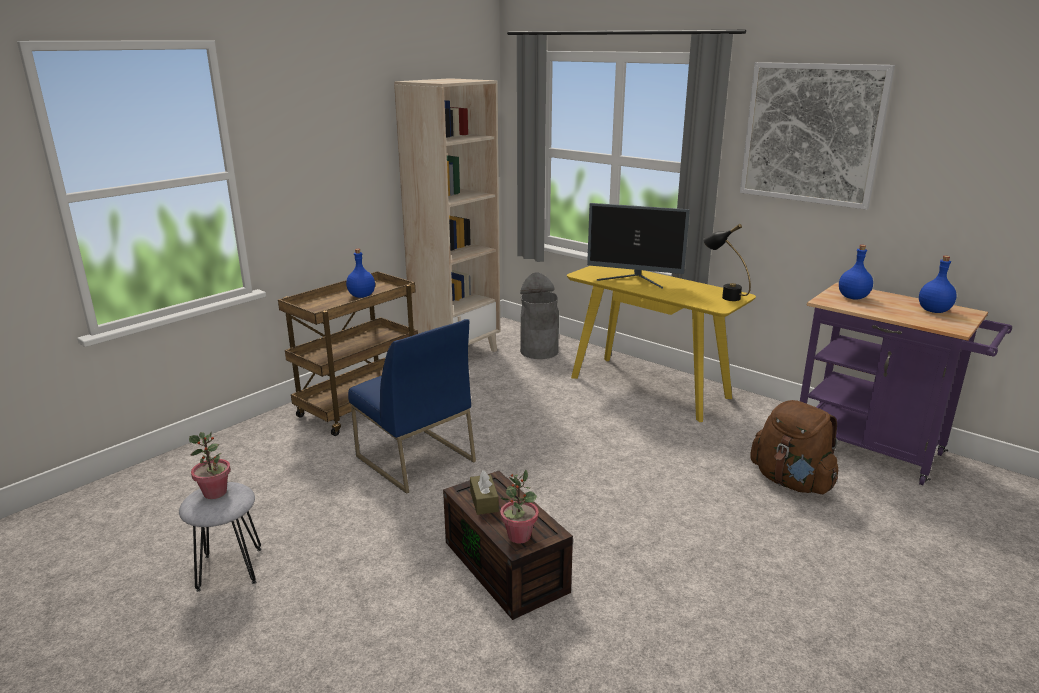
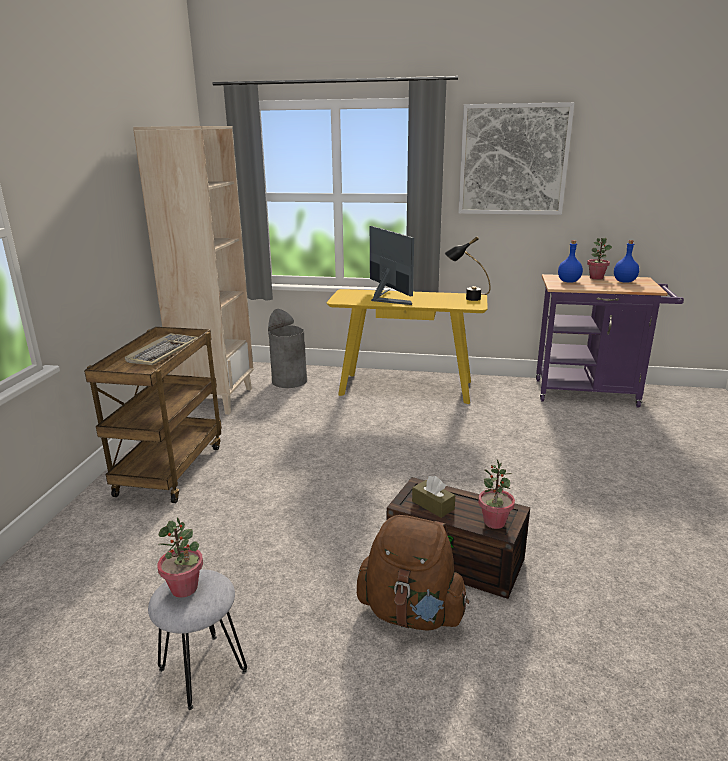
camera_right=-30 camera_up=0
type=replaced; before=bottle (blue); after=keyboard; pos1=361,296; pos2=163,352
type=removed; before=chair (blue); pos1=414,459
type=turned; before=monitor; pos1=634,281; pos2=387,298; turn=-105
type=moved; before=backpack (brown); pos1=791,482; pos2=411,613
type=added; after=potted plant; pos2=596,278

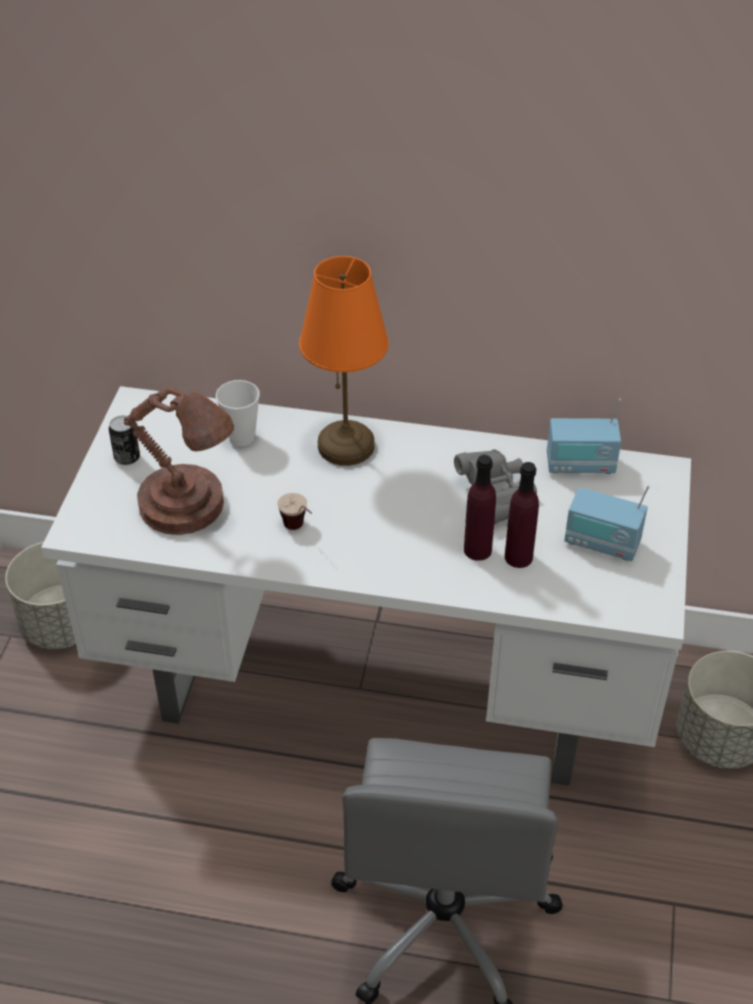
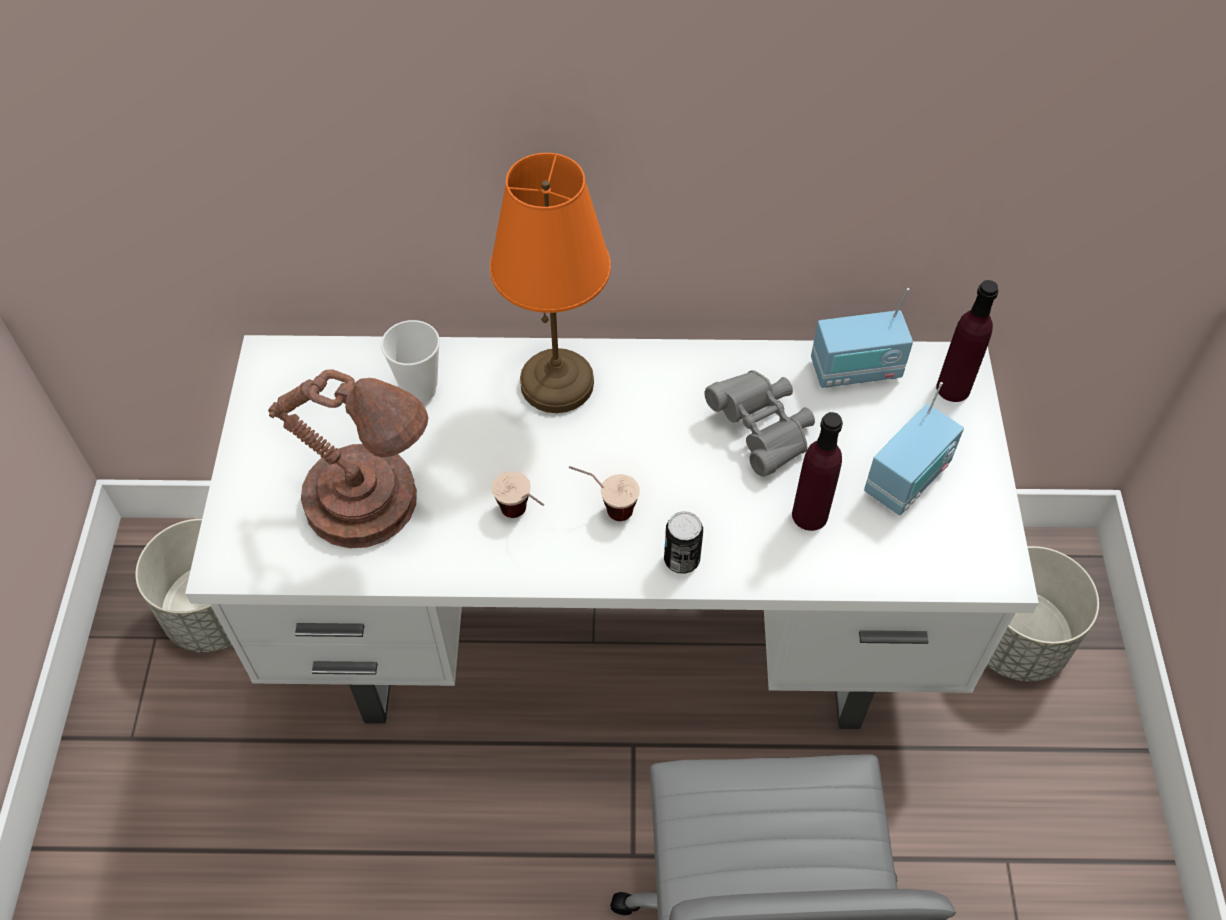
camera_right=-10 camera_up=10
type=moved; before=can; pos1=127,458; pos2=681,560
type=moved; before=bottle (purple); pos1=477,550; pos2=953,388
type=turned; before=radio; pos1=602,543; pos2=907,479; turn=-60
type=added; after=cup; pos2=604,508

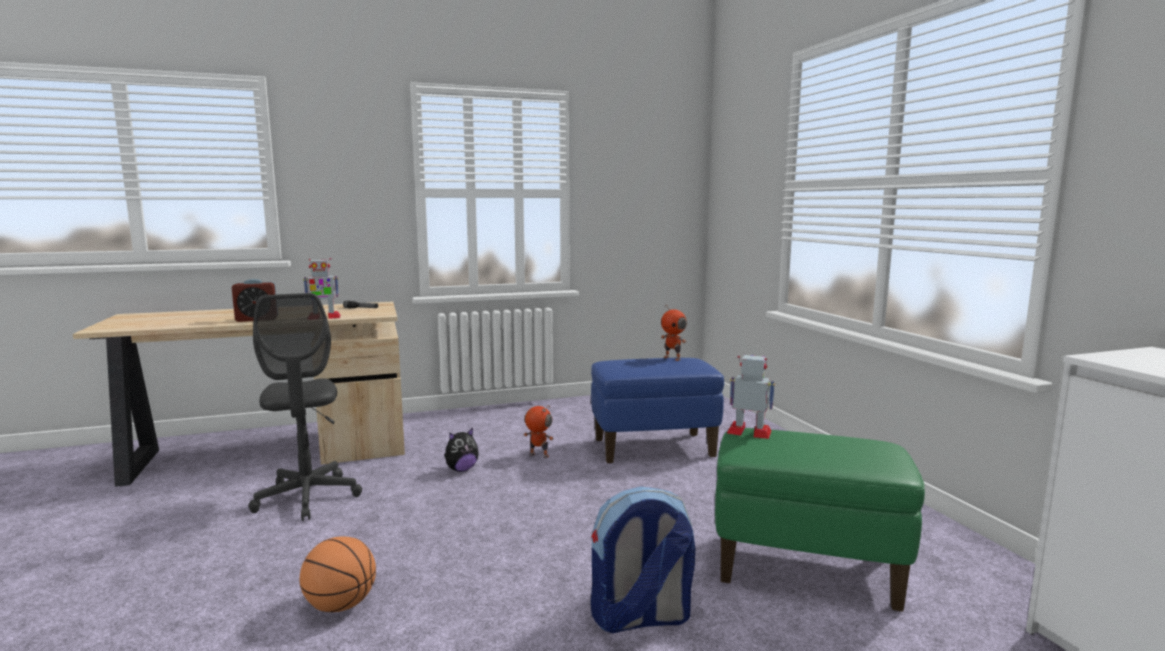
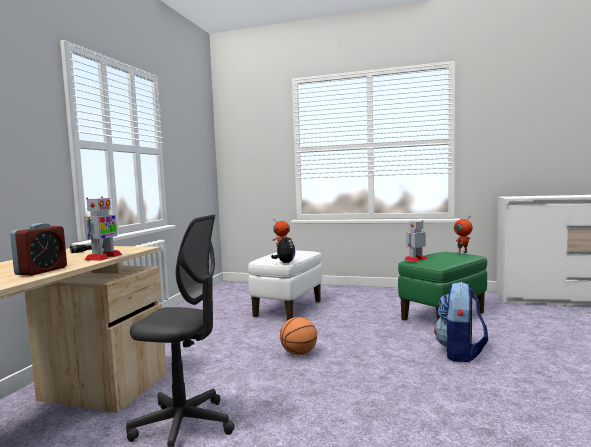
camera_right=-55 camera_up=-5
type=moved; before=basketball; pos1=341,605; pos2=299,353
type=moved; before=plush toy; pos1=461,469; pos2=285,262
type=moved; before=toy robot; pos1=538,456; pos2=463,253
type=recoloured; before=ottoman (blue); after=ottoman (white); pos1=654,448; pos2=288,309

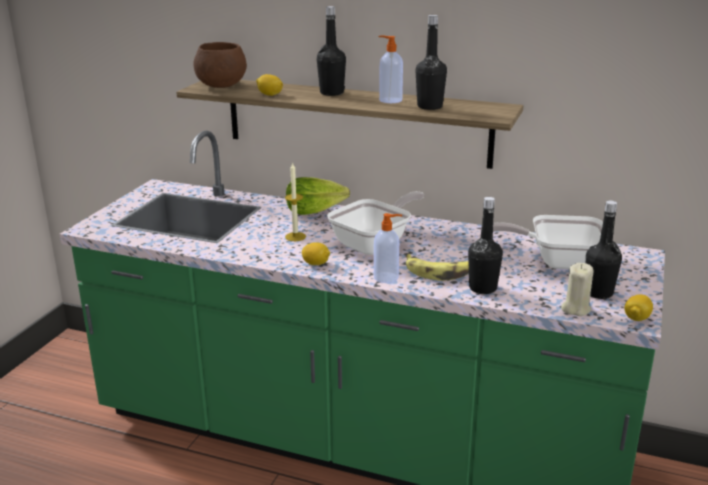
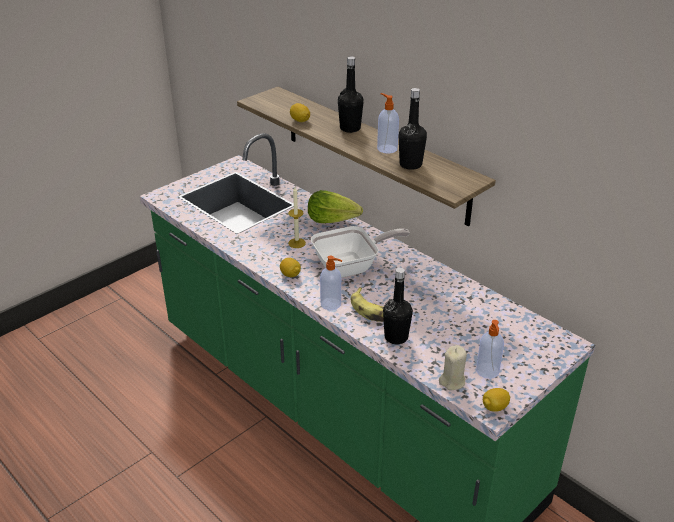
camera_right=25 camera_up=10
type=removed; before=bowl (brown); pos1=221,86
type=removed; before=frying pan; pos1=556,261
type=replaced; before=bottle (black); after=soap dispenser; pos1=598,293; pos2=487,371

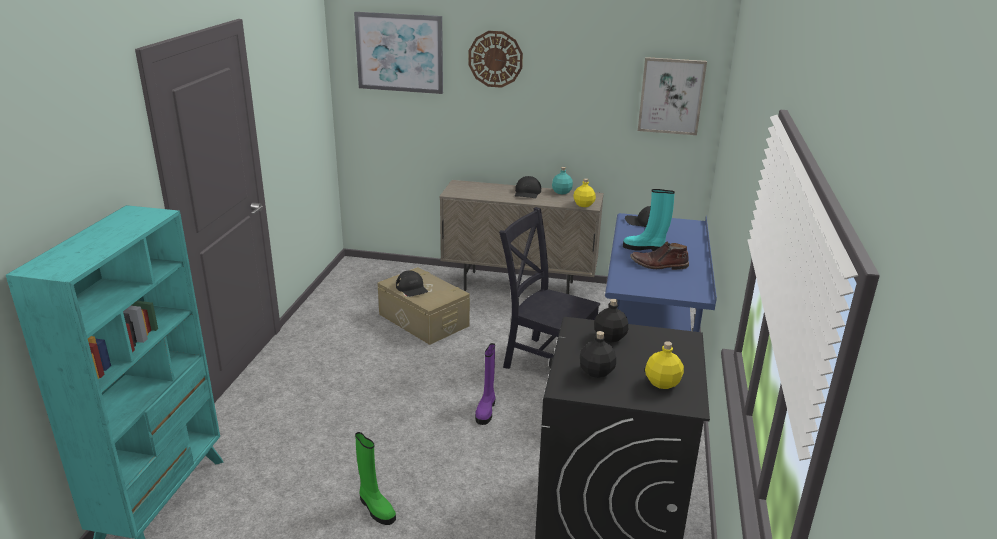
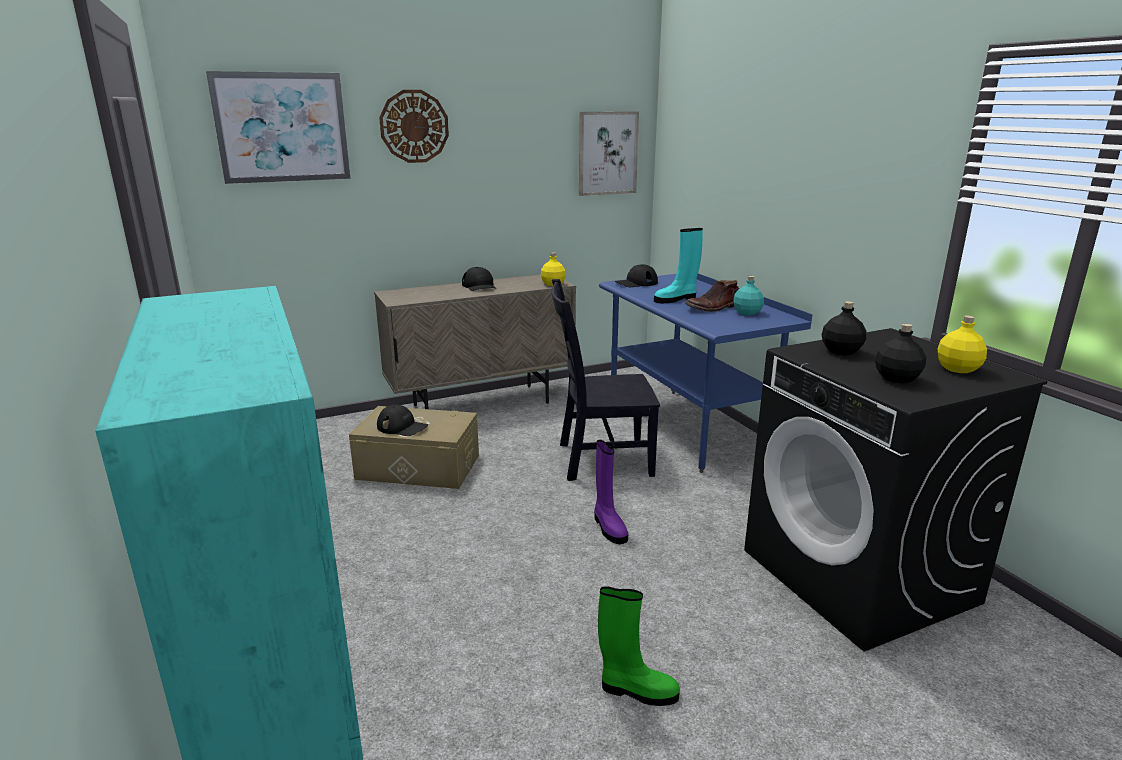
camera_right=-35 camera_up=-5
type=moved; before=bottle (turquoise); pos1=561,192; pos2=747,313

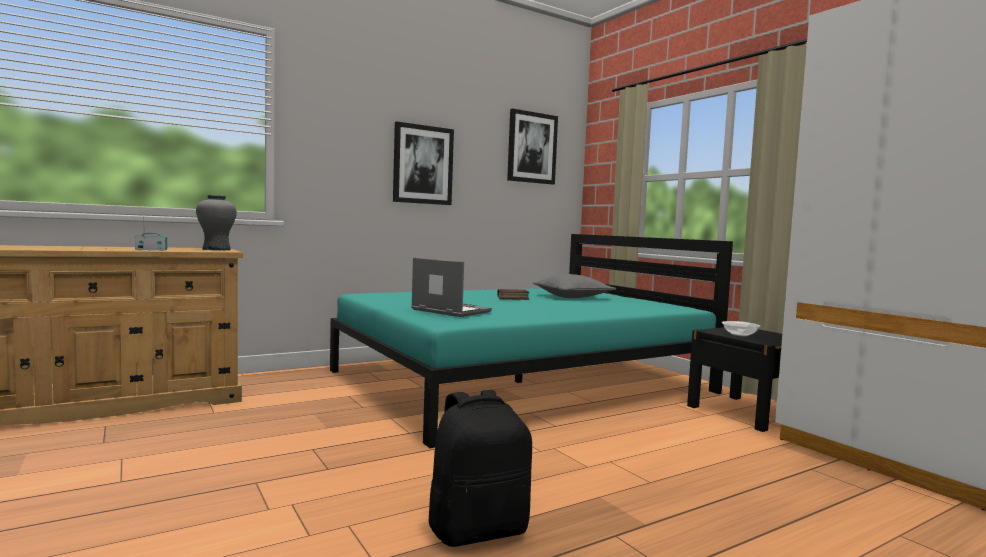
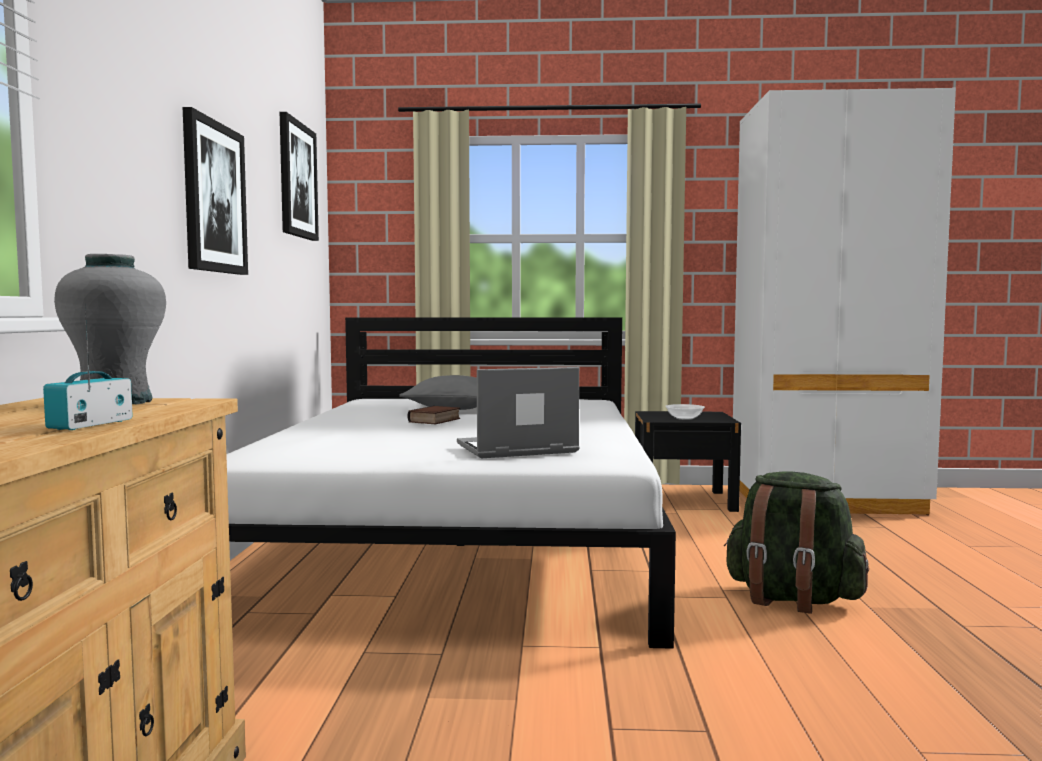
camera_right=-55 camera_up=0
type=recoloured; before=bed (turquoise); after=bed (white); pos1=522,382; pos2=463,543
type=removed; before=backpack (black); pos1=478,530
type=added; after=backpack (green); pos2=791,599

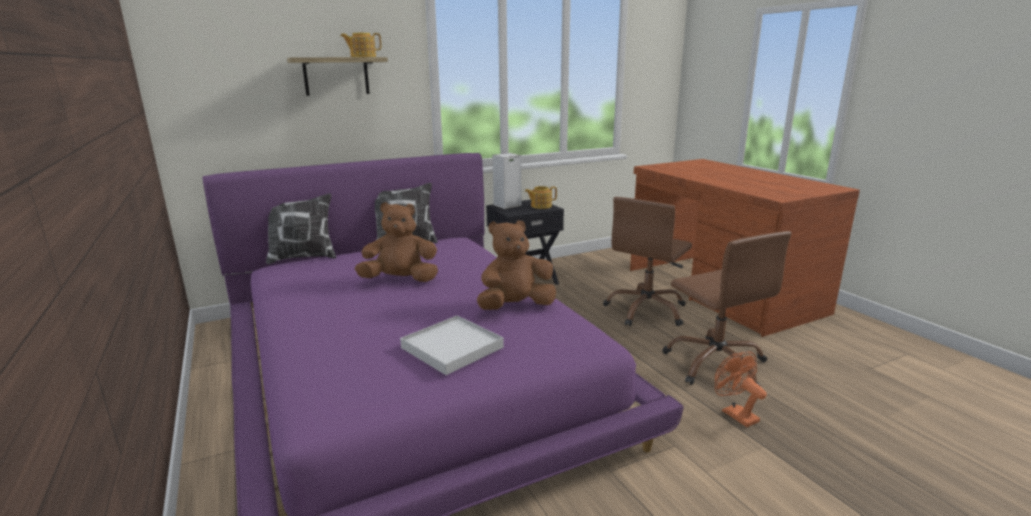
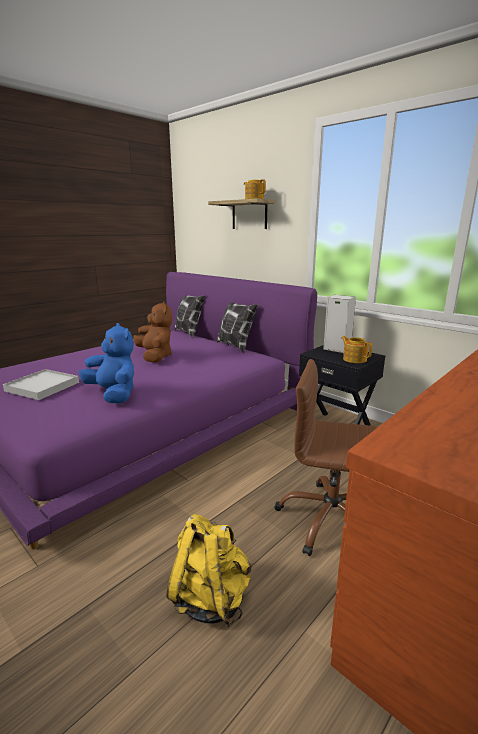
camera_right=70 camera_up=0
type=recoloured; before=plush toy (brown); after=plush toy (blue); pos1=515,306; pos2=114,394
type=replaced; before=office chair (brown); after=backpack (yellow); pos1=716,364; pos2=210,598
type=removed; before=fan (orange); pos1=735,414

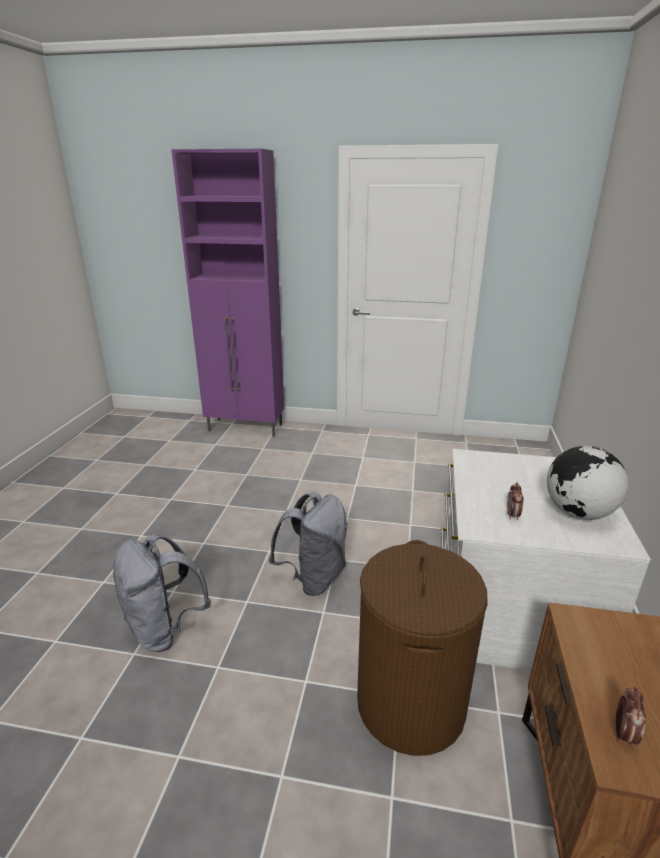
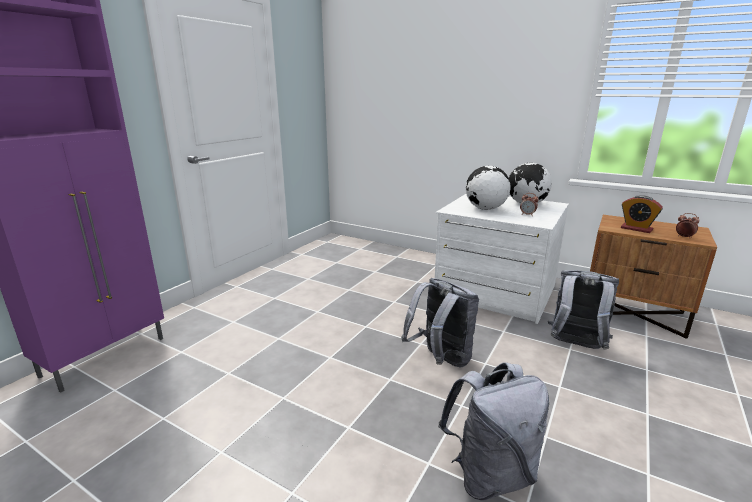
camera_right=-70 camera_up=-5
type=replaced; before=laundry basket (brown); after=backpack (grey); pos1=410,703; pos2=575,346
type=added; after=globe; pos2=485,209
type=added; after=alarm clock; pos2=636,229

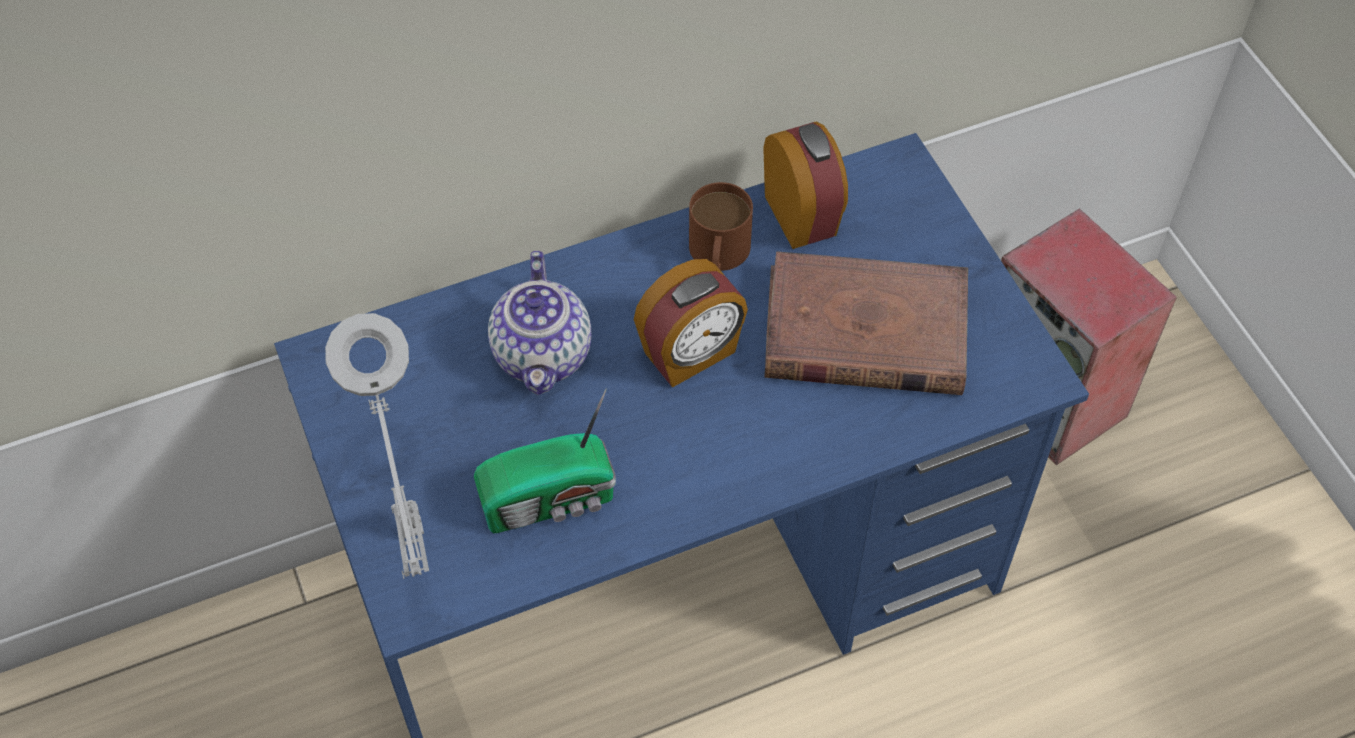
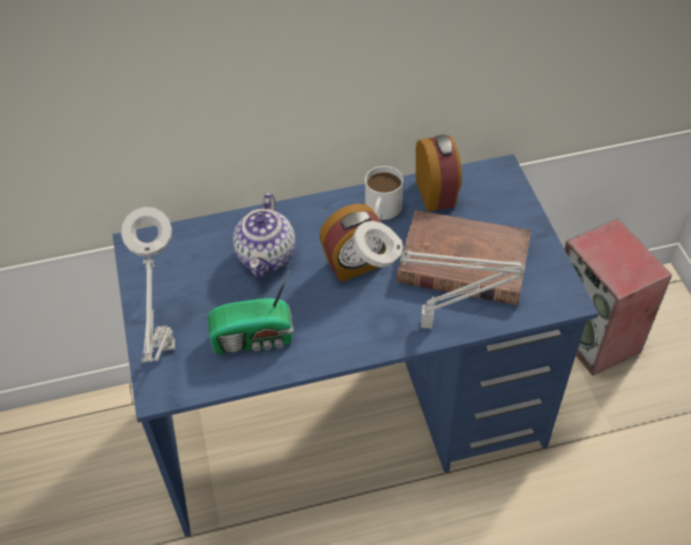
camera_right=10 camera_up=-5
type=recoloured; before=mug (brown); after=mug (white); pos1=718,256; pos2=381,211
type=added; after=table lamp (grey); pos2=432,324

